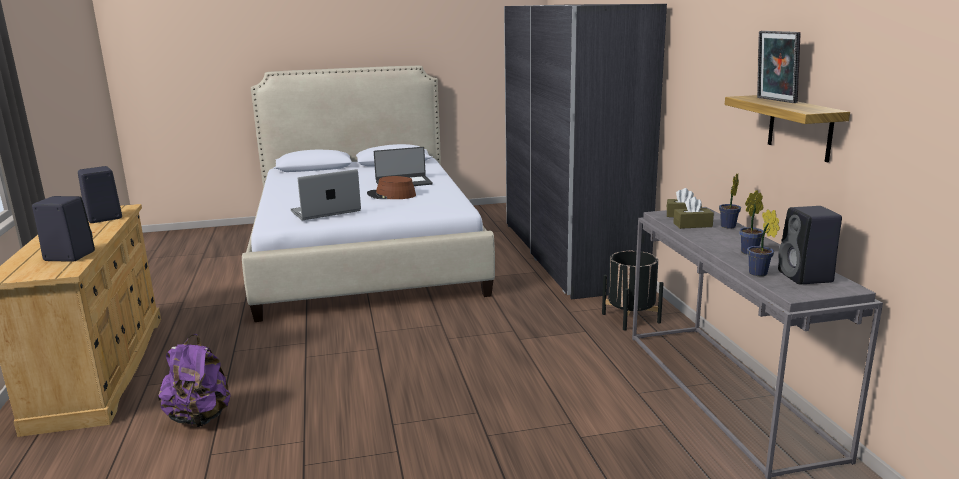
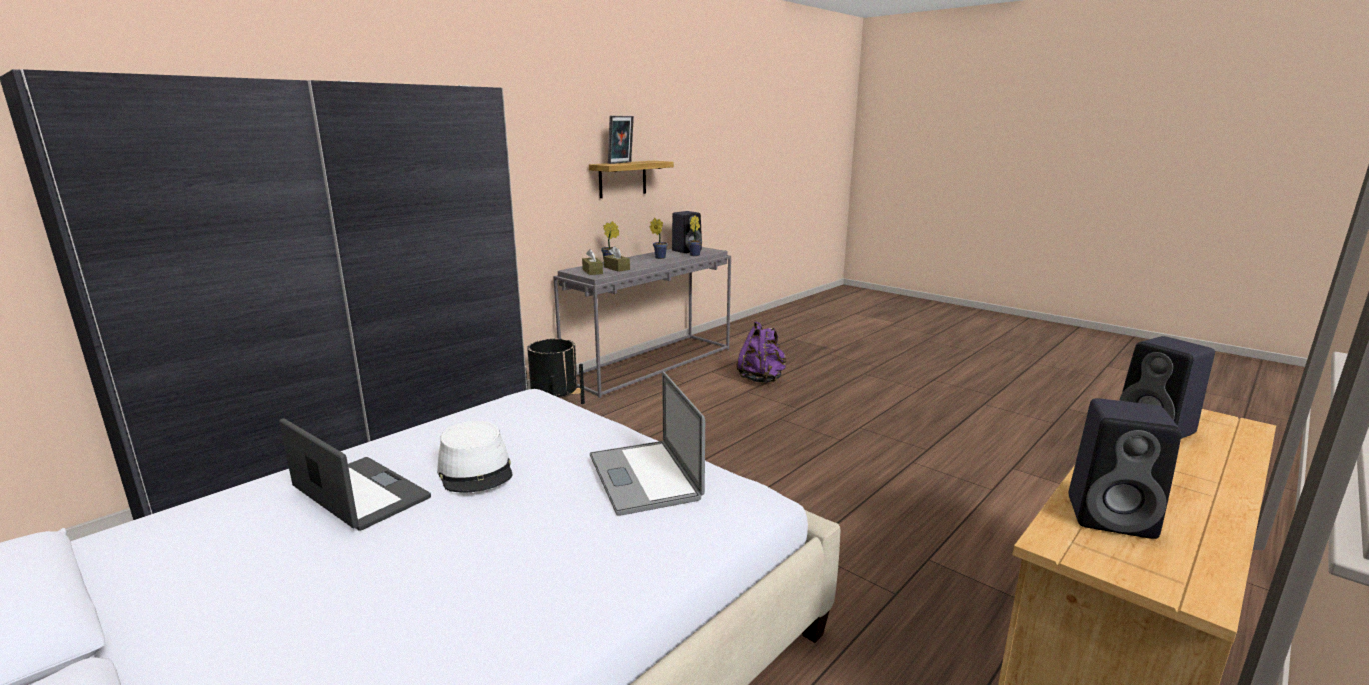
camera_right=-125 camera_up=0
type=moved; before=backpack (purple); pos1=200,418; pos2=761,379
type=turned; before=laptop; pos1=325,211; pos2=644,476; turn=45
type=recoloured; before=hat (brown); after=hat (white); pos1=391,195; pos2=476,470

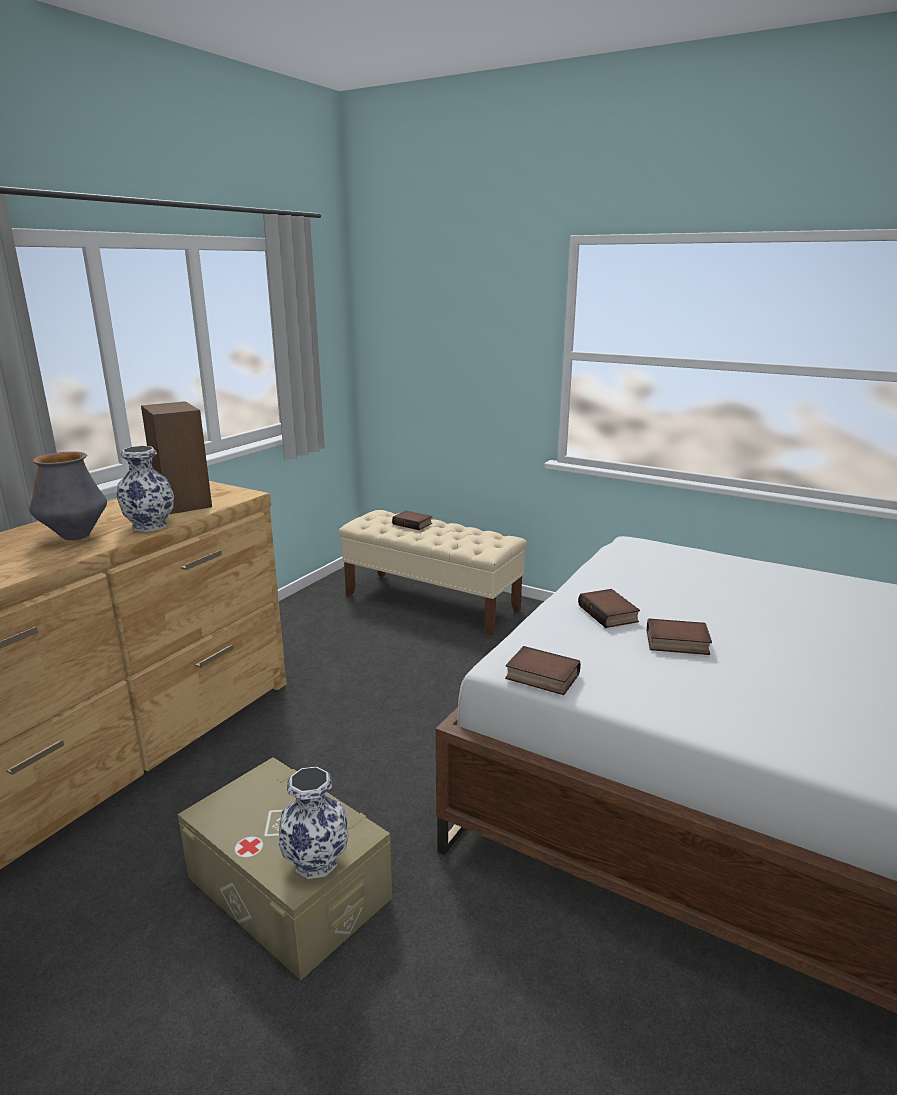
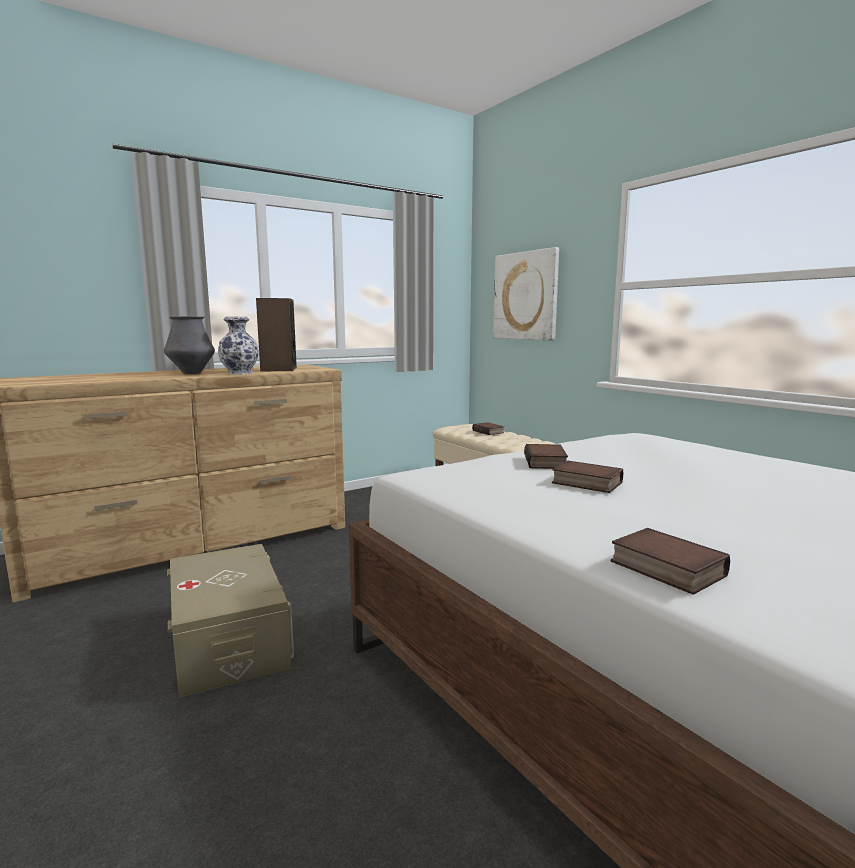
camera_right=25 camera_up=-10
type=removed; before=vase; pos1=317,861
type=moved; before=book; pos1=540,677; pos2=664,569
type=added; after=picture; pos2=526,296

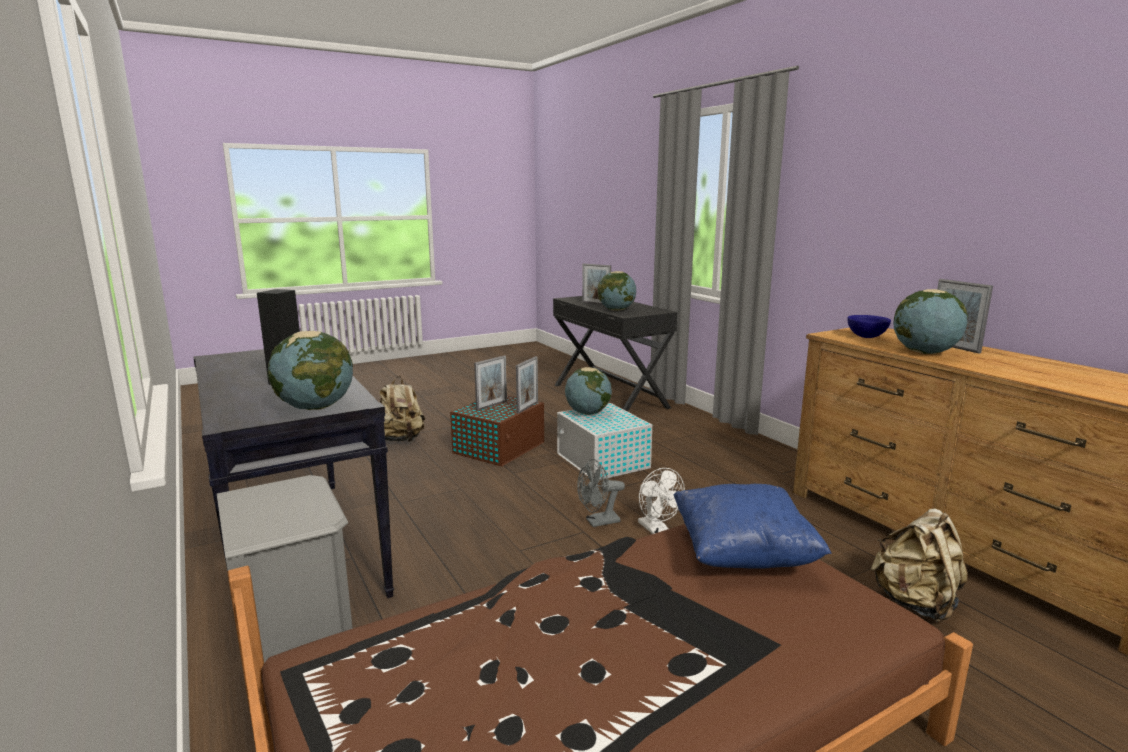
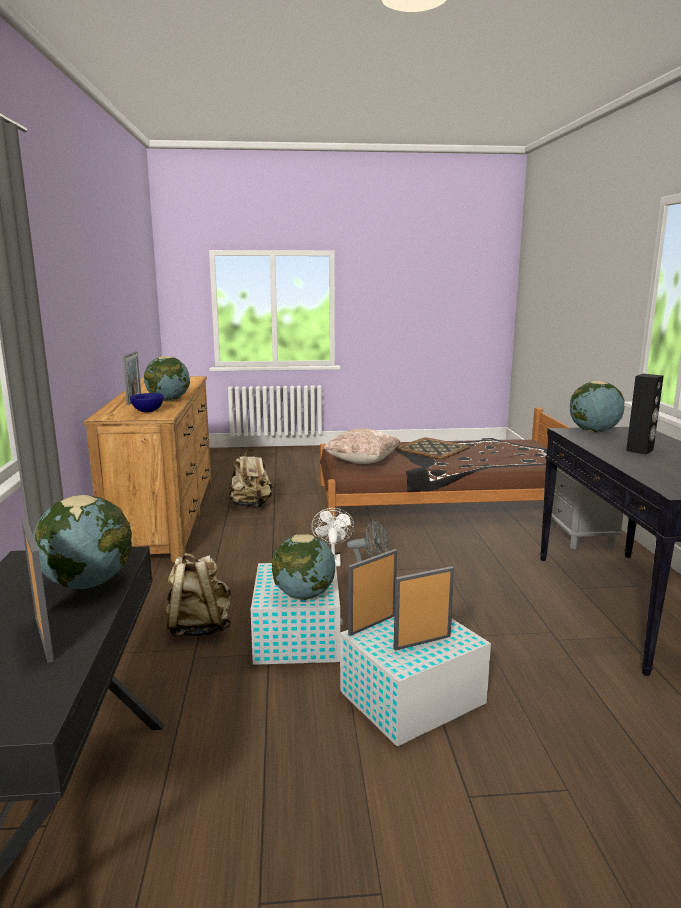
camera_right=-155 camera_up=0
type=moved; before=backpack (beige); pos1=401,440; pos2=199,628
type=recoloured; before=storage box (brown); after=storage box (white); pos1=500,447; pos2=410,698
type=recoloured; before=pillow (blue); after=pillow (beige); pos1=743,555; pos2=362,461
type=added; after=tray; pos2=433,449

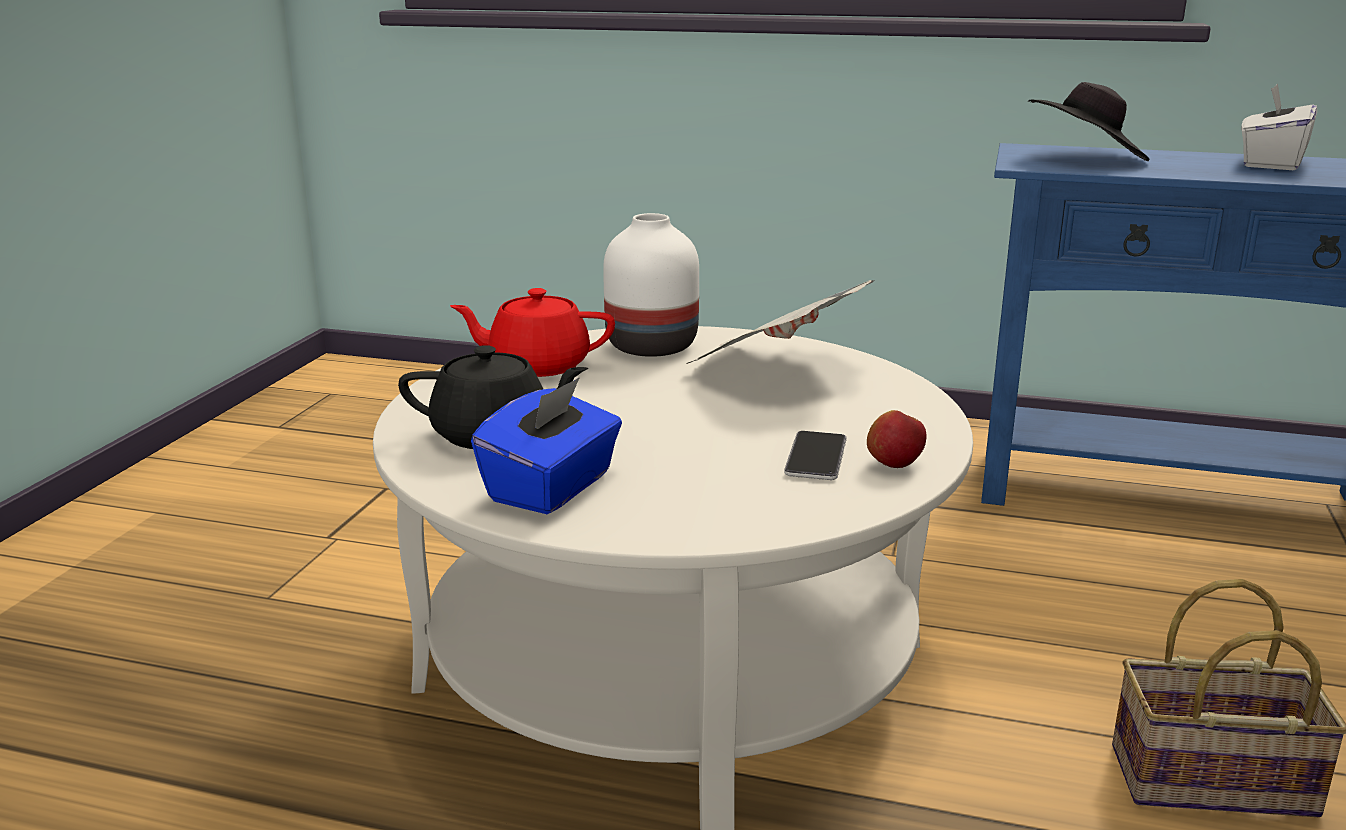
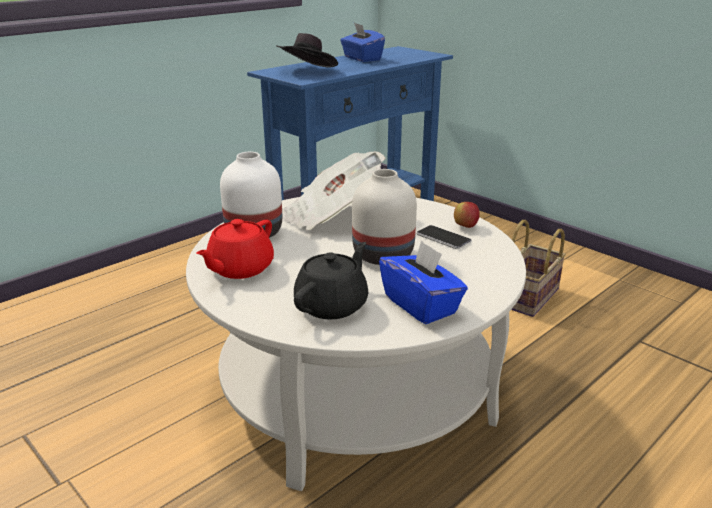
camera_right=-60 camera_up=5
type=recoloured; before=tissue box (white); after=tissue box (blue); pos1=1270,163; pos2=361,59
type=added; after=vase (white); pos2=384,255

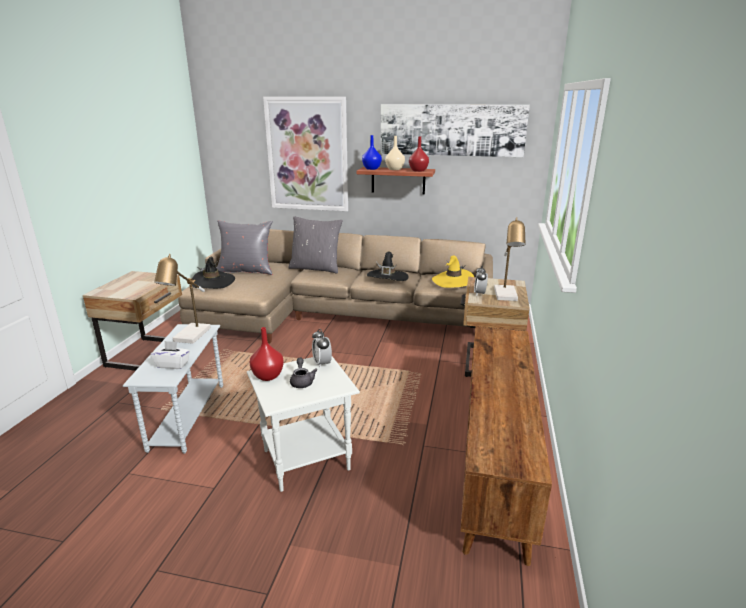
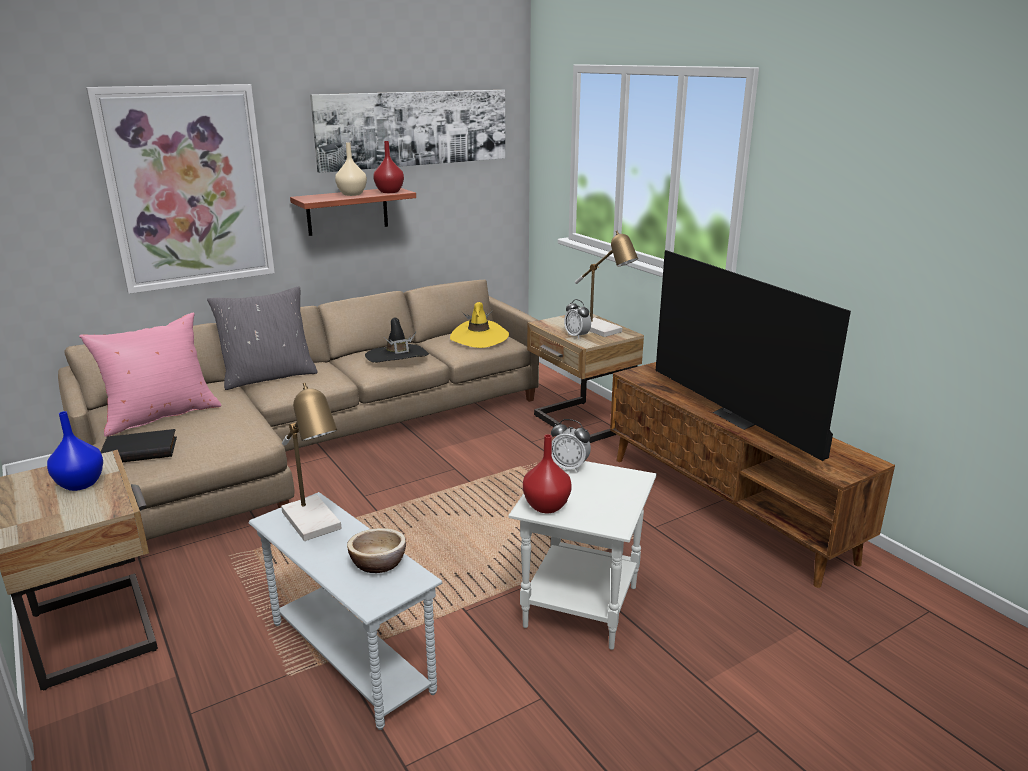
camera_right=-45 camera_up=0
type=replaced; before=tissue box (white); after=bowl; pos1=173,364; pos2=378,563
type=replaced; before=hat (black); after=book (black); pos1=213,282; pos2=140,450
type=recoloured; before=pillow (grey); after=pillow (pink); pos1=246,271; pos2=160,416
type=removed; before=teapot (grey); pos1=302,381
type=moved; before=vase (blue); pos1=371,169; pos2=80,484
type=added; after=television; pos2=739,418

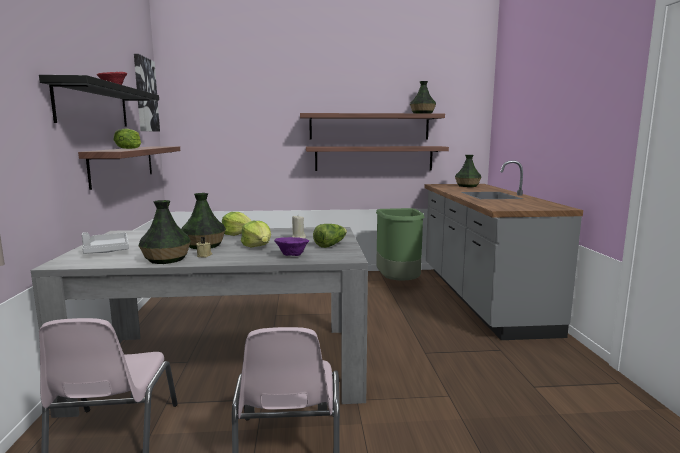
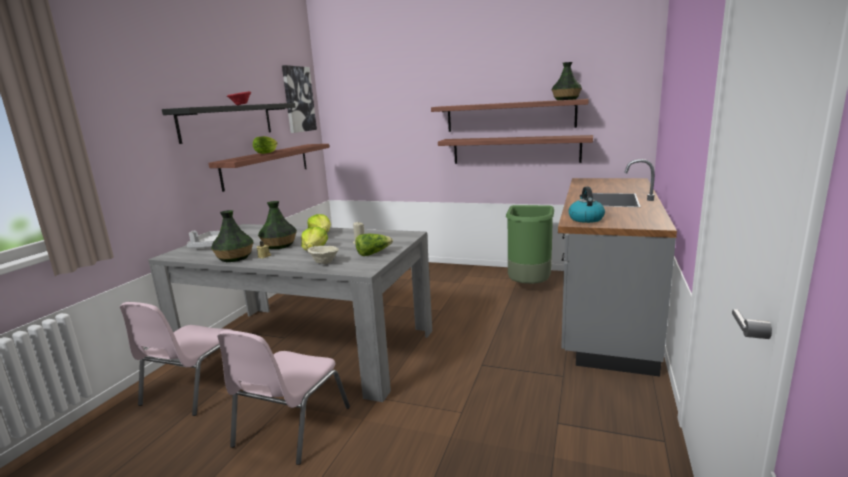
camera_right=25 camera_up=5
type=recoloured; before=bowl (purple); after=bowl (beige); pos1=291,256; pos2=324,263
type=removed; before=vase; pos1=467,186
type=added; after=kettle; pos2=585,219

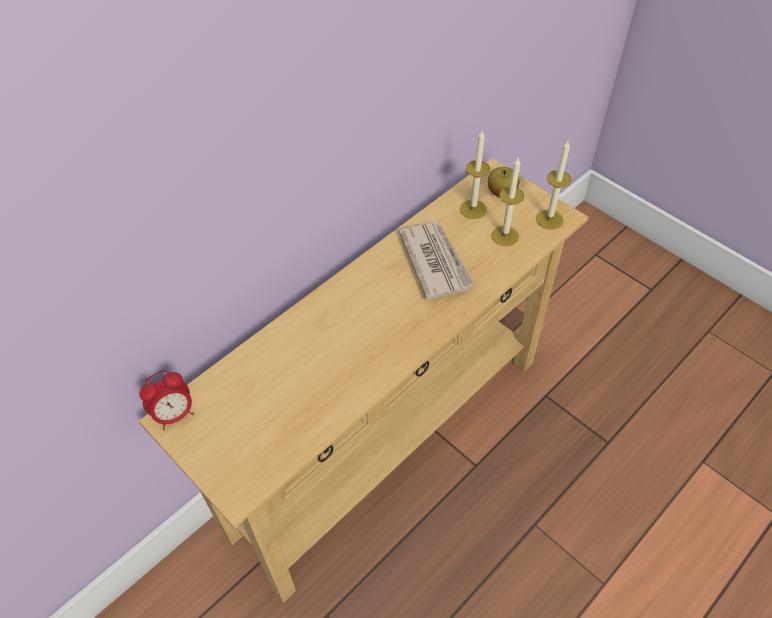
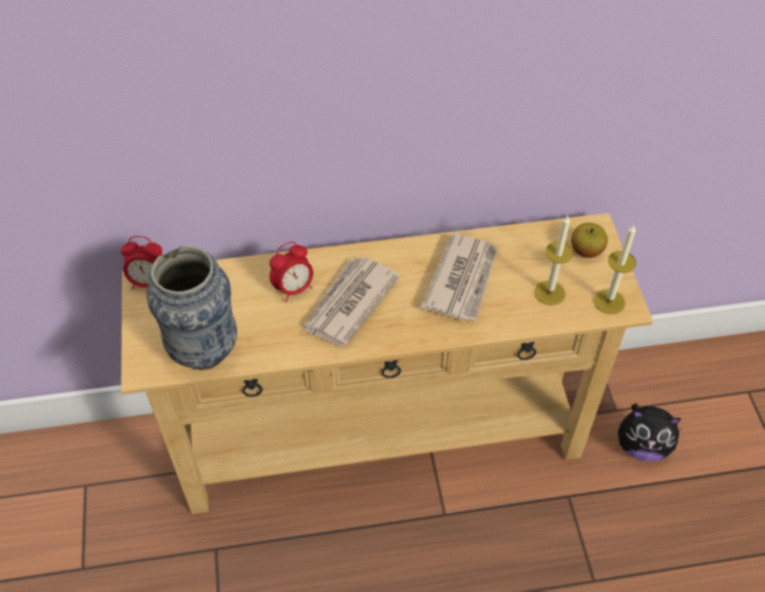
camera_right=35 camera_up=0
type=removed; before=candle; pos1=473,209
type=added; after=vase; pos2=204,350
type=added; after=alarm clock; pos2=294,289
type=added; after=newspaper; pos2=348,303
type=added; after=plush toy; pos2=641,446

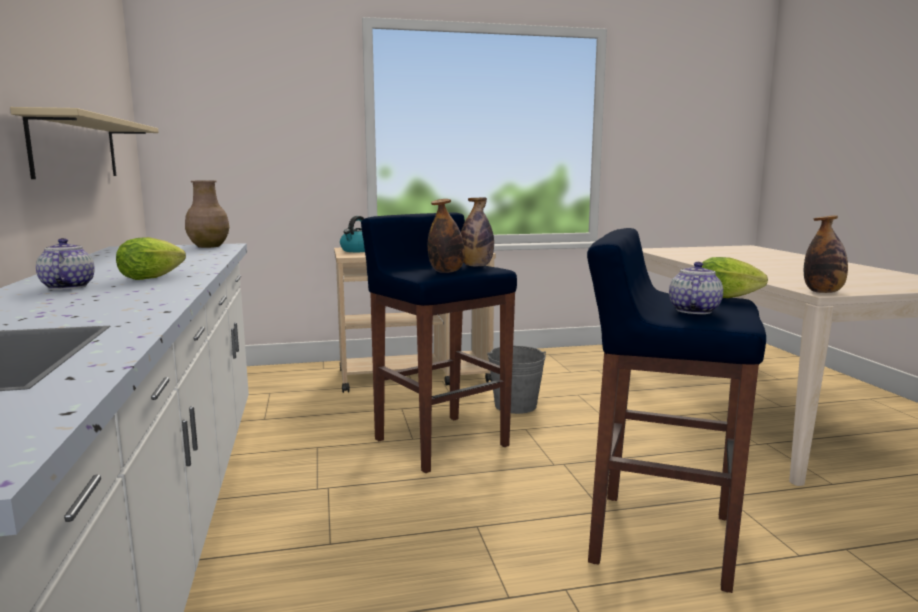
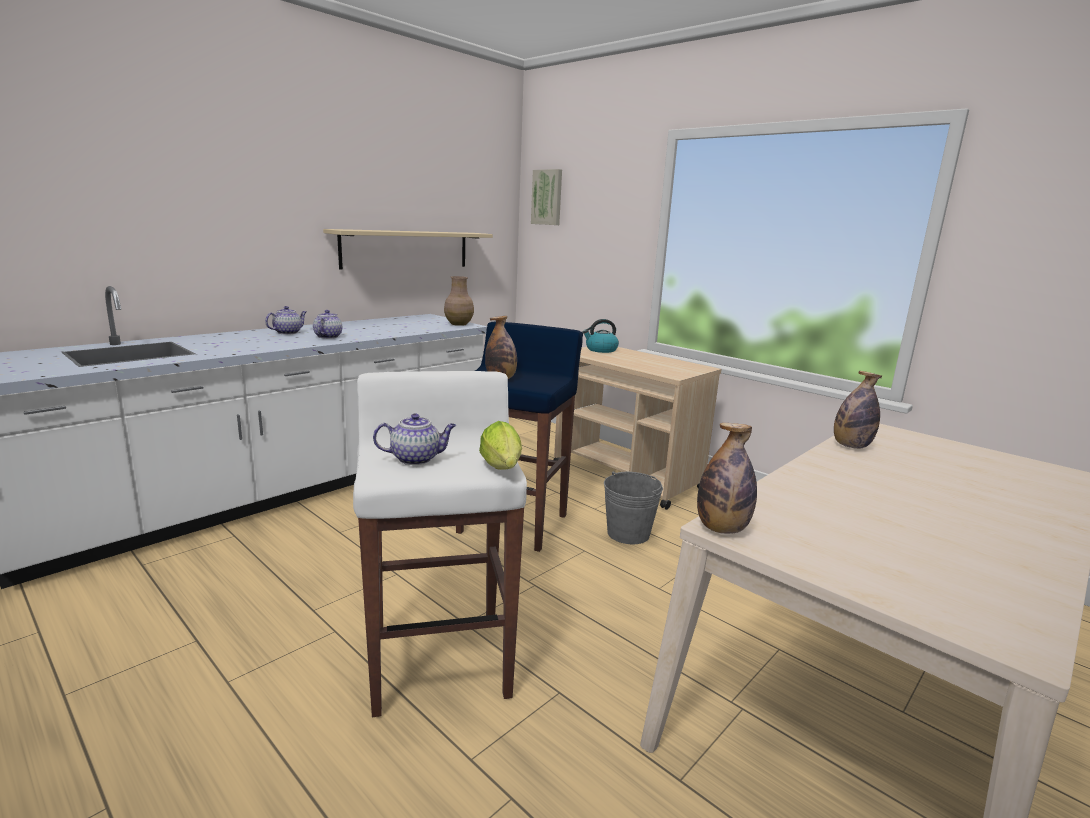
camera_right=55 camera_up=5
type=replaced; before=lettuce; after=teapot; pos1=154,277; pos2=328,337
type=moved; before=bottle; pos1=476,266; pos2=851,446
type=recoloured; before=stool (blue); after=stool (white); pos1=658,538; pos2=439,662
type=added; after=picture; pos2=547,197

